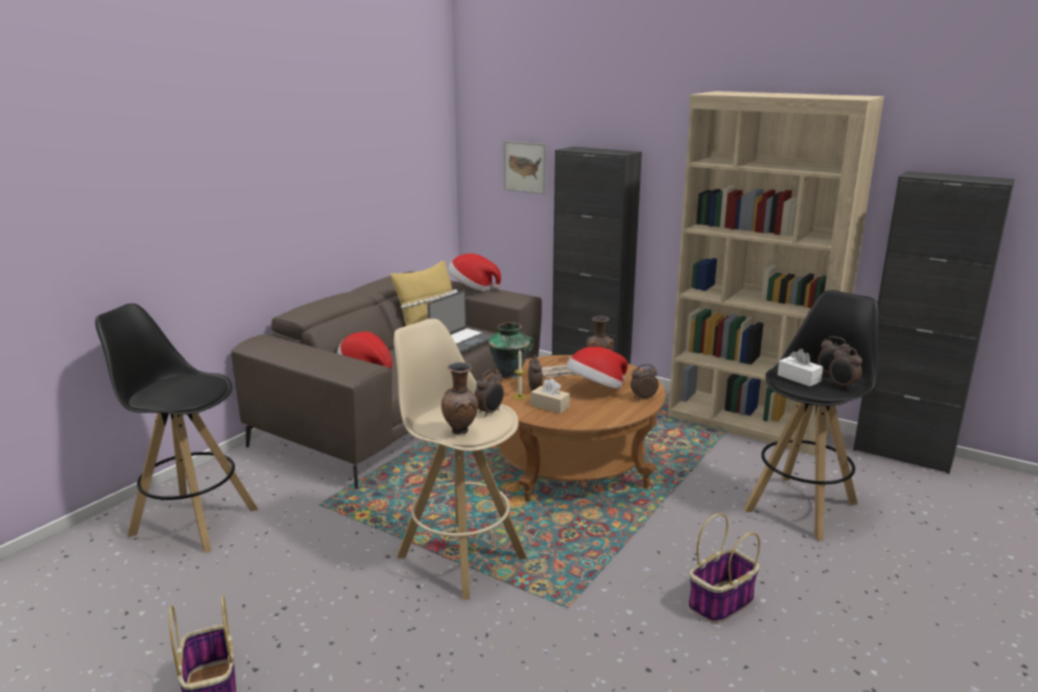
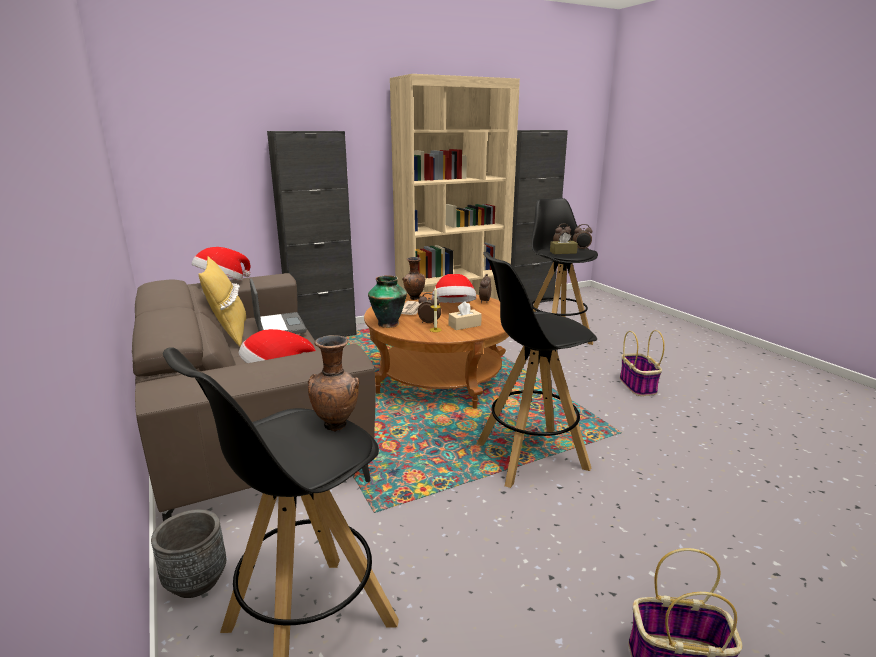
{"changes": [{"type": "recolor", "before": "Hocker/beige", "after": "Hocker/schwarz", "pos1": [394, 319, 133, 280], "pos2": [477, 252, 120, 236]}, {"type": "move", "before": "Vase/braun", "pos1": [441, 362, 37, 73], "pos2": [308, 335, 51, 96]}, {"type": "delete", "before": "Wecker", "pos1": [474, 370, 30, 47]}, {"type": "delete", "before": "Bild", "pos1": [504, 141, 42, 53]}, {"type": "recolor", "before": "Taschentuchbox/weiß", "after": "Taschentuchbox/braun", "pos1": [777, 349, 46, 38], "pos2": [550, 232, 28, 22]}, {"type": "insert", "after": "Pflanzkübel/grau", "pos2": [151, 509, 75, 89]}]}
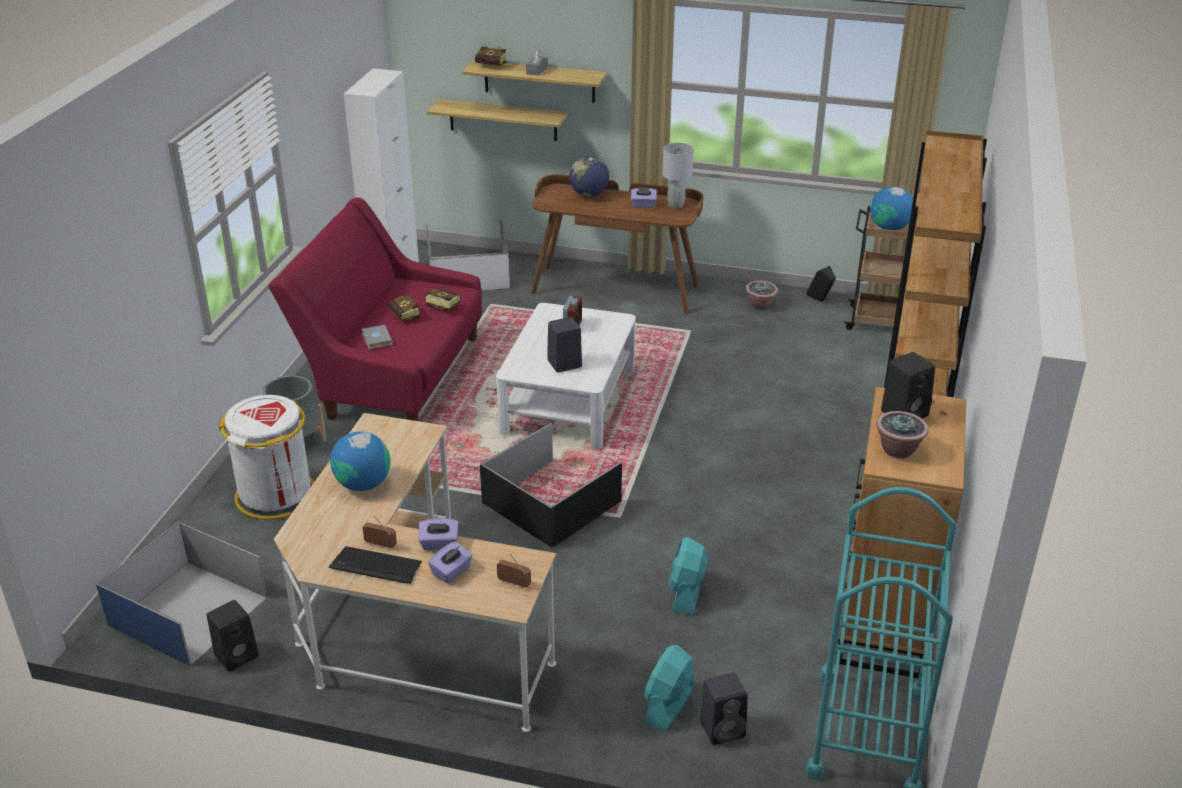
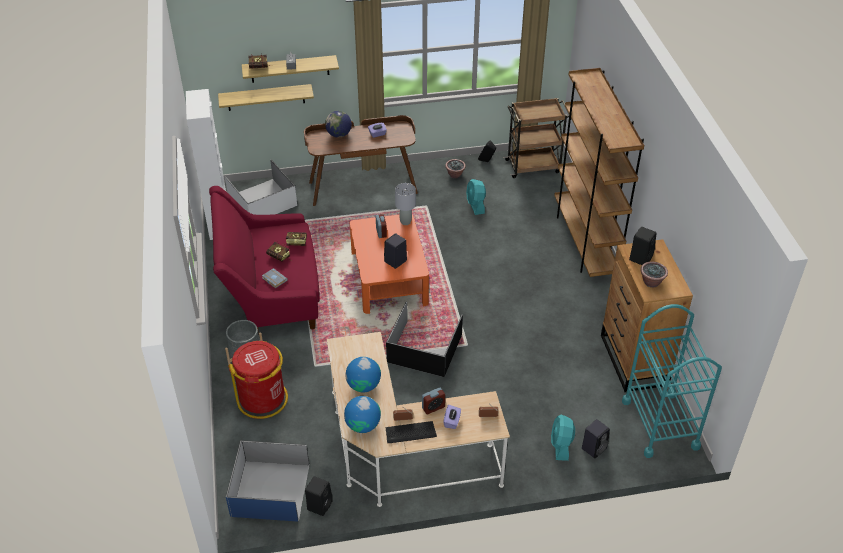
{"changes": [{"type": "recolor", "before": "Mülleimer/weiß", "after": "Mülleimer/rot", "pos1": [219, 395, 95, 125], "pos2": [228, 341, 60, 78]}, {"type": "replace", "before": "Taschentuchbox/lila", "after": "Wecker", "pos1": [419, 519, 39, 31], "pos2": [422, 387, 23, 27]}, {"type": "recolor", "before": "Couchtisch/weiß", "after": "Couchtisch/orange", "pos1": [496, 303, 140, 147], "pos2": [350, 214, 79, 100]}, {"type": "move", "before": "Tischlampe/grau", "pos1": [663, 143, 30, 66], "pos2": [395, 183, 21, 42]}, {"type": "move", "before": "Ventilator/türkis", "pos1": [668, 537, 40, 78], "pos2": [466, 179, 20, 36]}, {"type": "move", "before": "Globus", "pos1": [870, 187, 43, 43], "pos2": [344, 396, 37, 37]}]}
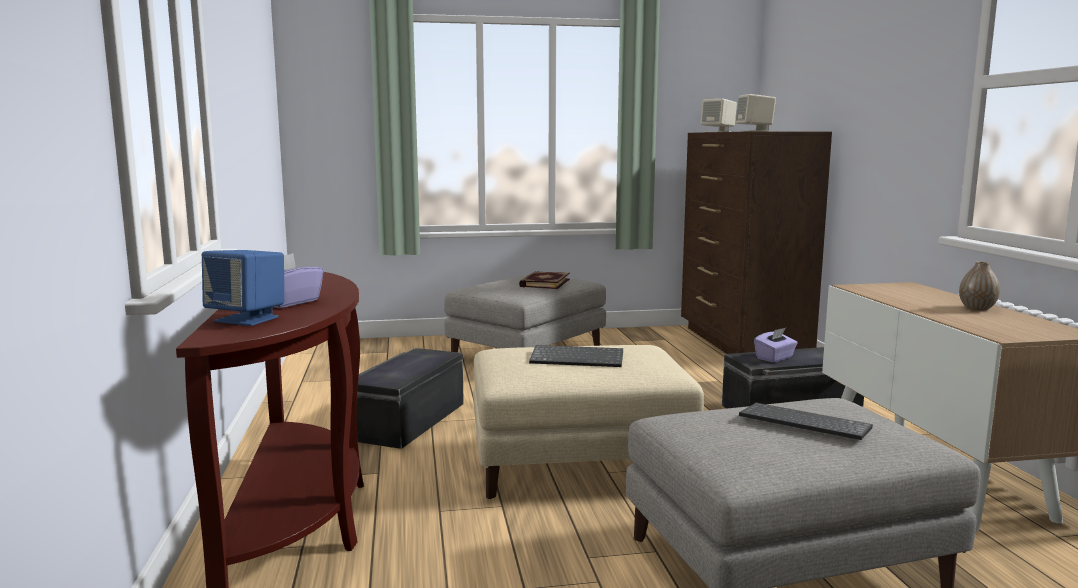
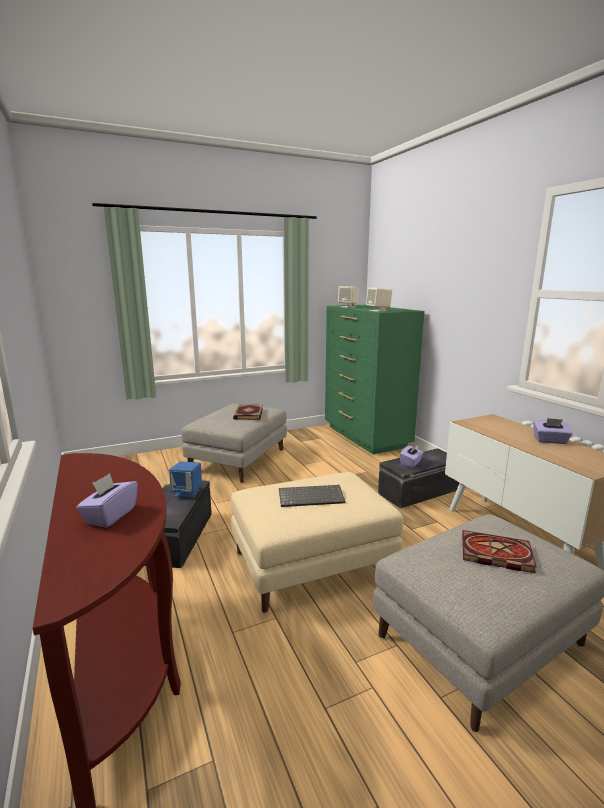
{"changes": [{"type": "move", "before": "Lautsprecher/blau", "pos1": [202, 250, 82, 76], "pos2": [169, 461, 33, 37]}, {"type": "recolor", "before": "Kommode/braun", "after": "Kommode/grün", "pos1": [681, 131, 151, 223], "pos2": [325, 305, 99, 149]}, {"type": "replace", "before": "Tastatur", "after": "Buch", "pos1": [739, 403, 134, 37], "pos2": [462, 530, 75, 43]}, {"type": "replace", "before": "Vase", "after": "Taschentuchbox/lila", "pos1": [959, 262, 41, 49], "pos2": [533, 418, 40, 26]}]}
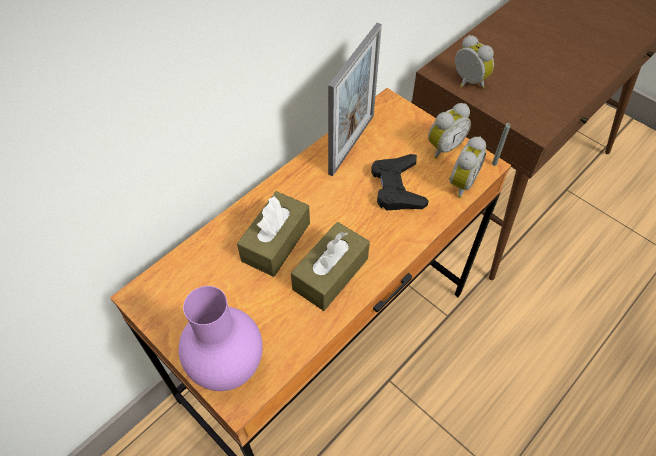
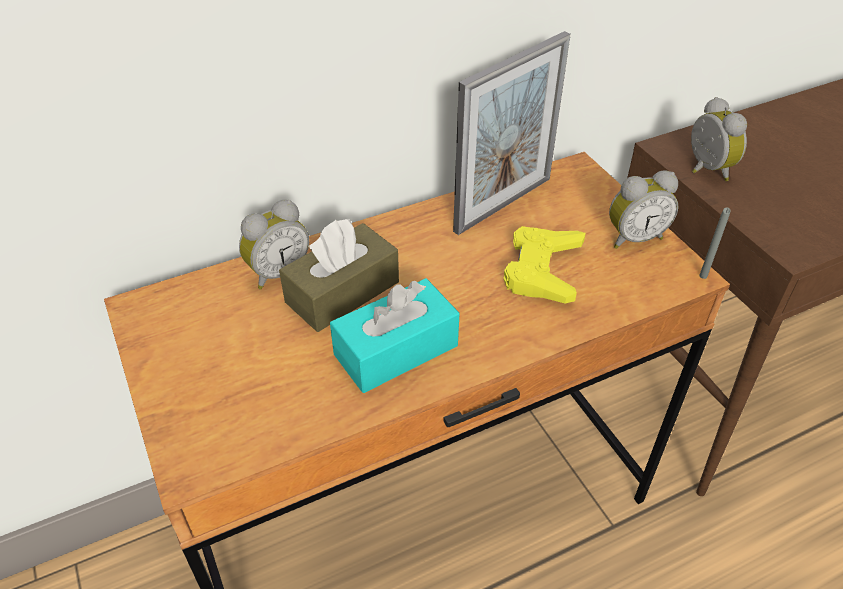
{"changes": [{"type": "delete", "before": "Vase/lila", "pos1": [178, 286, 85, 105]}, {"type": "recolor", "before": "Taschentuchbox/braun", "after": "Taschentuchbox/türkis", "pos1": [291, 222, 79, 89], "pos2": [330, 278, 130, 115]}, {"type": "recolor", "before": "Gamepad/schwarz", "after": "Gamepad/gelb", "pos1": [371, 154, 58, 56], "pos2": [503, 226, 83, 77]}, {"type": "move", "before": "Wecker", "pos1": [449, 136, 37, 62], "pos2": [239, 200, 70, 90]}]}
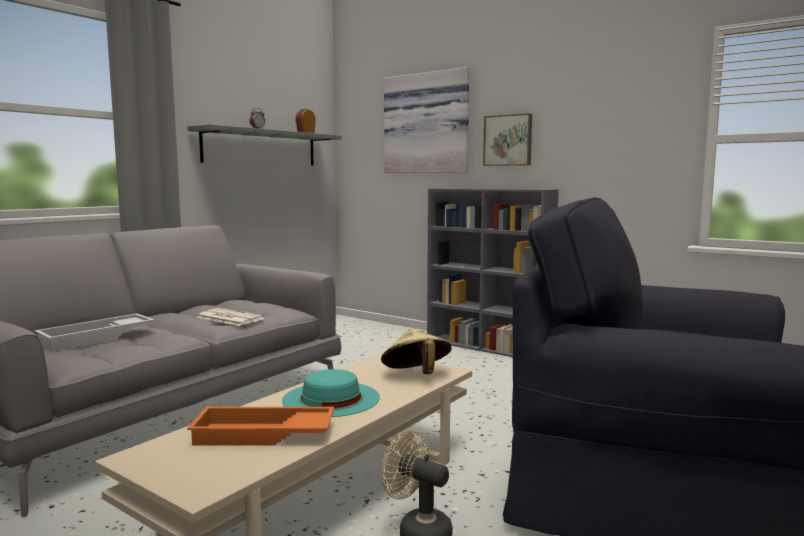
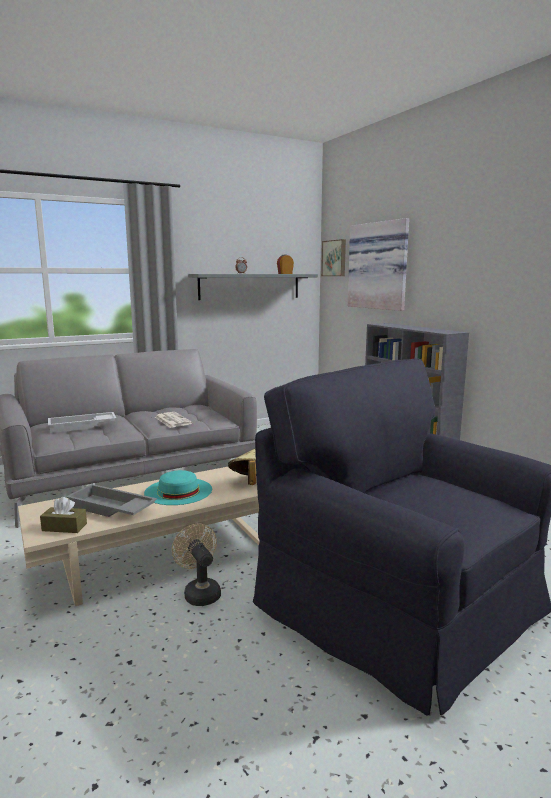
{"changes": [{"type": "recolor", "before": "Tablett/orange", "after": "Tablett/grau", "pos1": [187, 407, 147, 39], "pos2": [66, 484, 91, 33]}, {"type": "move", "before": "Bild", "pos1": [483, 113, 49, 53], "pos2": [321, 239, 25, 37]}, {"type": "insert", "after": "Taschentuchbox/braun", "pos2": [40, 497, 47, 36]}]}
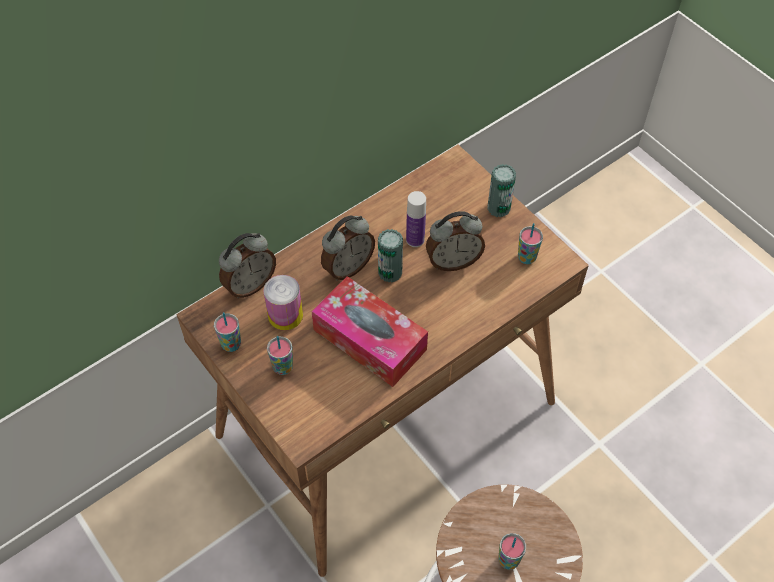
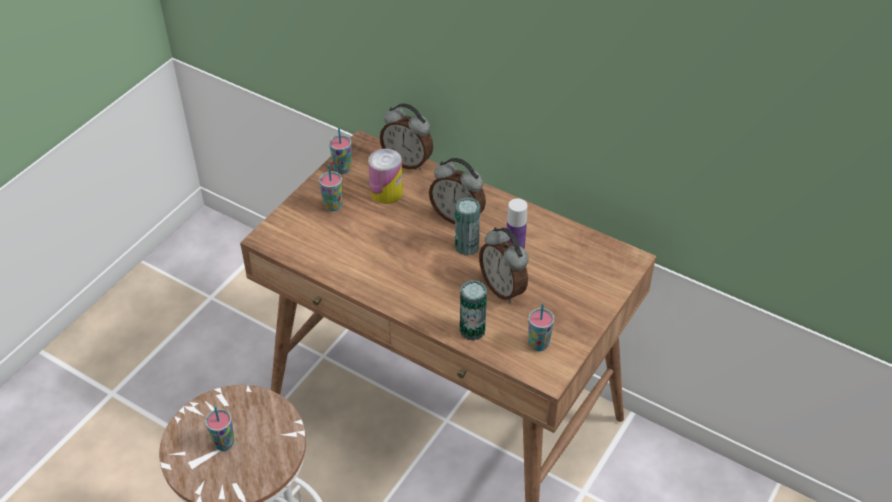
{"changes": [{"type": "delete", "before": "Taschentuchbox", "pos1": [311, 276, 117, 111]}, {"type": "move", "before": "Dose", "pos1": [487, 164, 29, 53], "pos2": [460, 280, 27, 61]}]}
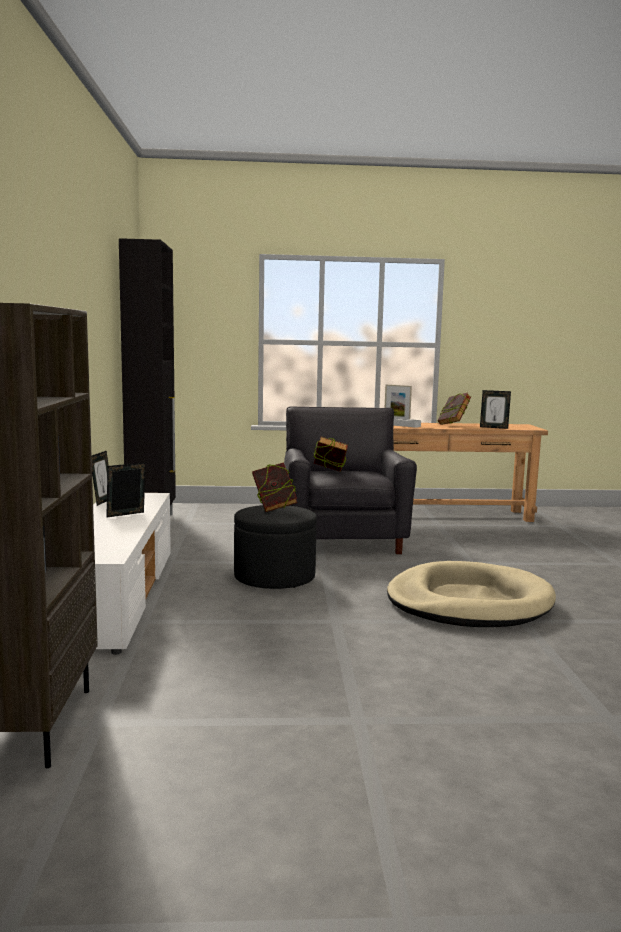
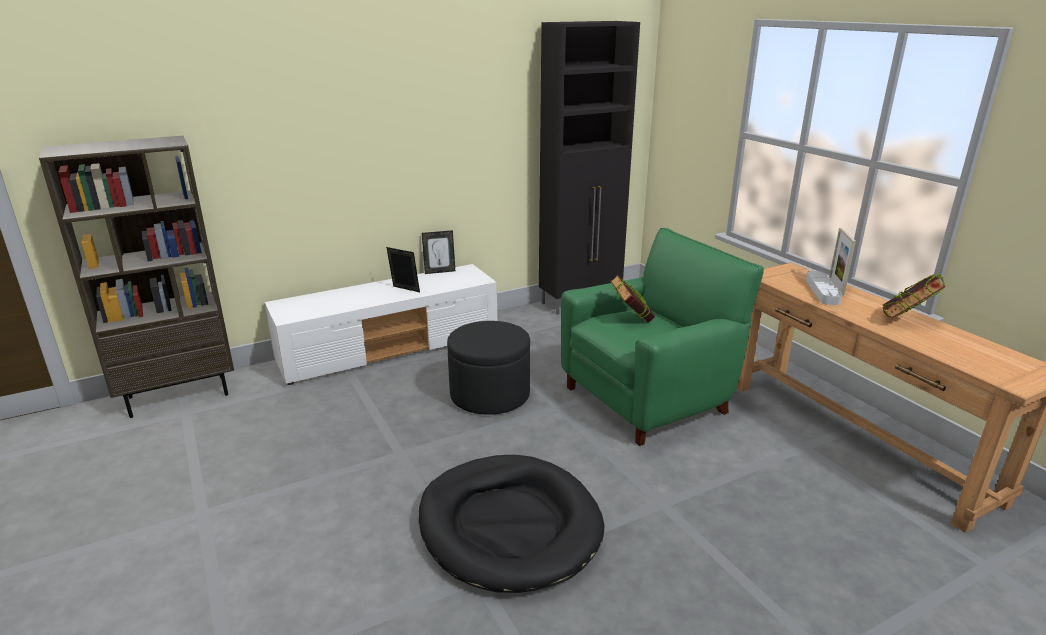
{"changes": [{"type": "delete", "before": "Buch", "pos1": [252, 462, 45, 50]}, {"type": "recolor", "before": "Sessel/schwarz", "after": "Sessel/grün", "pos1": [284, 406, 133, 148], "pos2": [561, 228, 203, 218]}, {"type": "recolor", "before": "Hundebett/beige", "after": "Hundebett/schwarz", "pos1": [387, 561, 169, 66], "pos2": [419, 455, 185, 138]}, {"type": "delete", "before": "Bilderrahmen", "pos1": [480, 390, 31, 39]}]}
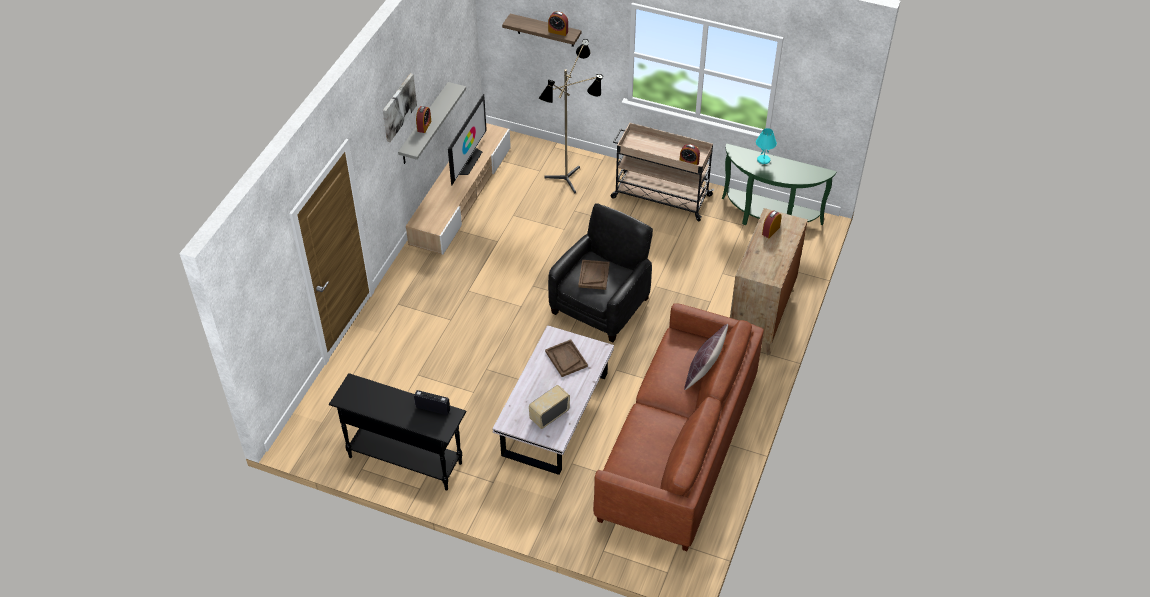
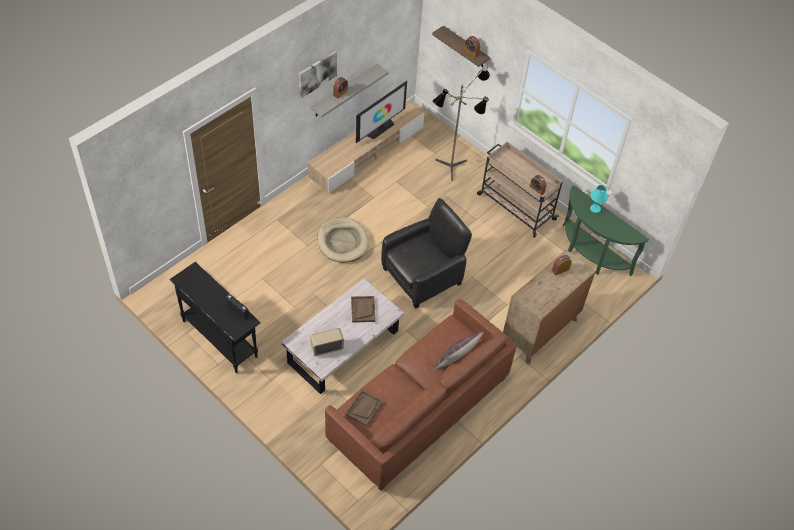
{"changes": [{"type": "move", "before": "Tablett/braun", "pos1": [578, 260, 32, 30], "pos2": [345, 390, 38, 37]}, {"type": "insert", "after": "Hundebett/beige", "pos2": [317, 217, 53, 45]}]}
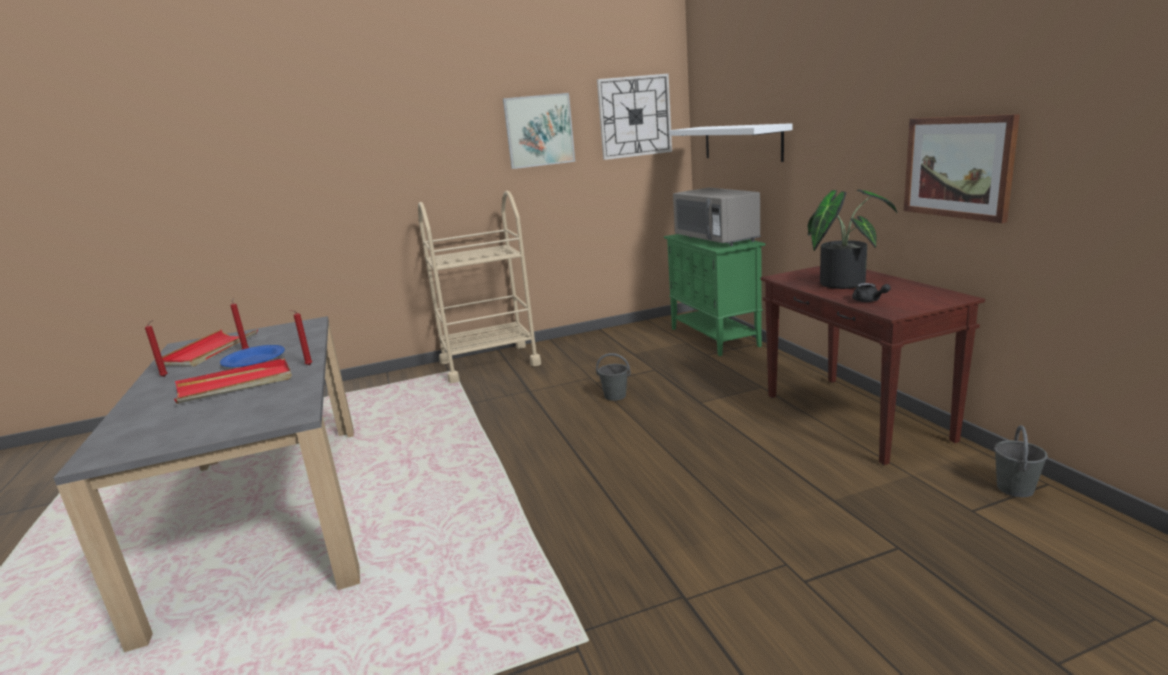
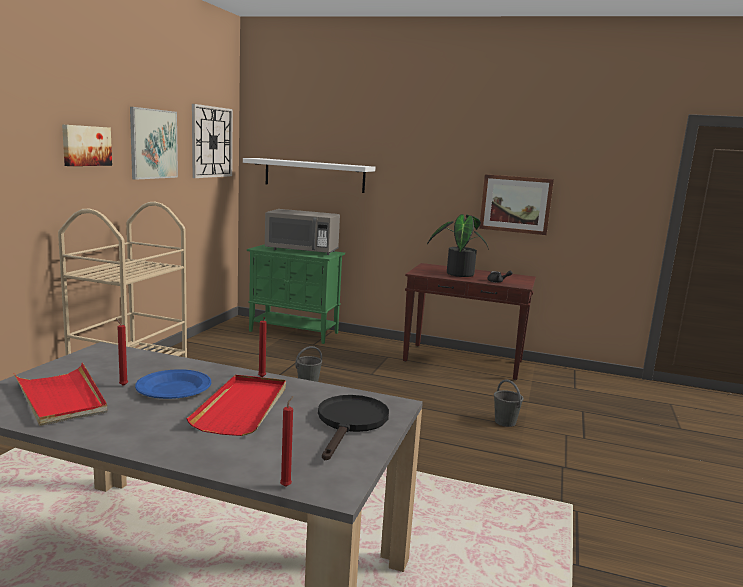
{"changes": [{"type": "move", "before": "Kerze/rot", "pos1": [145, 320, 23, 57], "pos2": [280, 396, 13, 91]}, {"type": "move", "before": "Eimer/grau", "pos1": [994, 425, 54, 72], "pos2": [494, 379, 29, 48]}, {"type": "insert", "after": "Bild", "pos2": [62, 124, 50, 42]}, {"type": "insert", "after": "Pfanne/schwarz", "pos2": [318, 395, 71, 65]}]}
